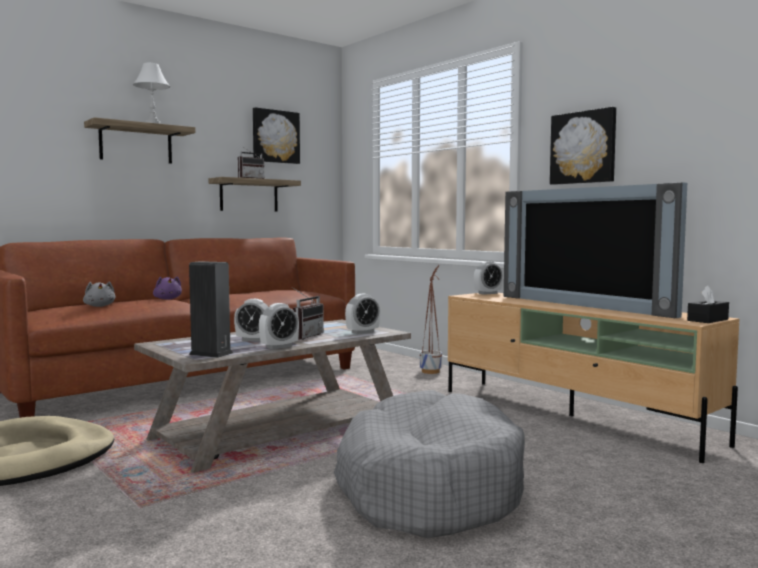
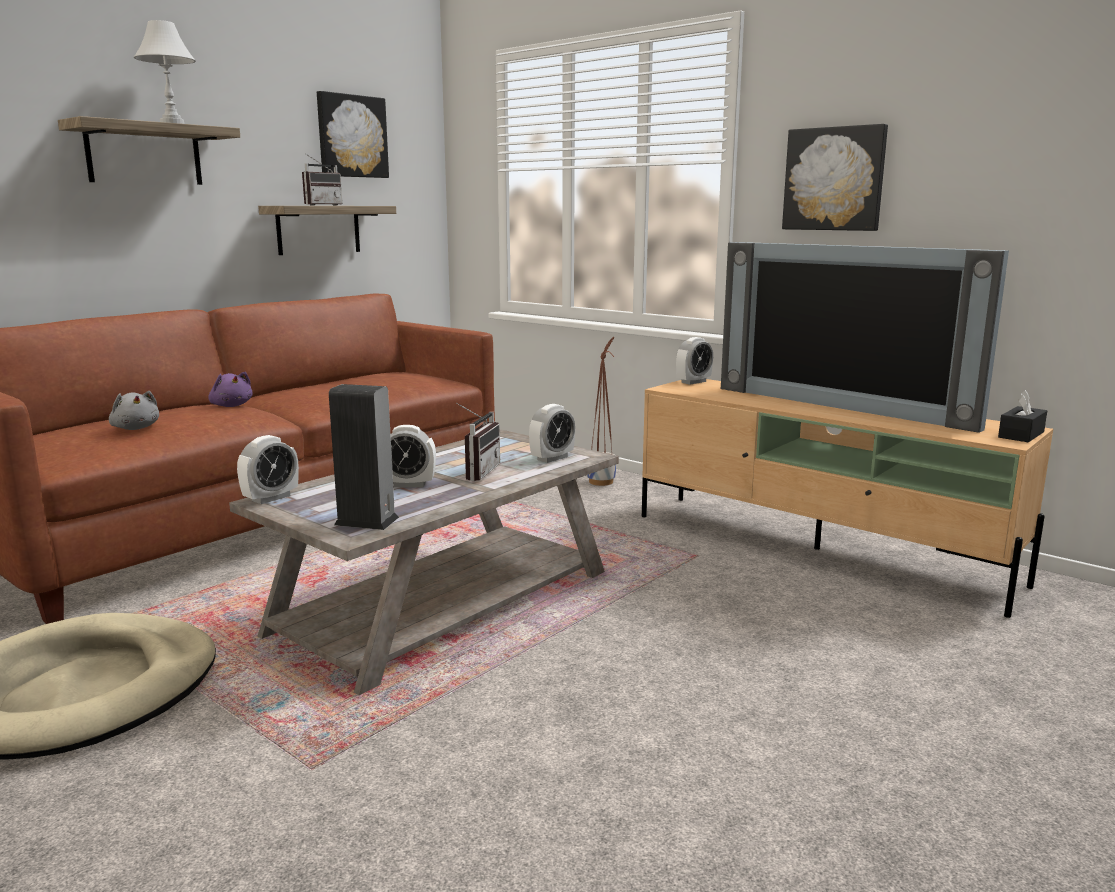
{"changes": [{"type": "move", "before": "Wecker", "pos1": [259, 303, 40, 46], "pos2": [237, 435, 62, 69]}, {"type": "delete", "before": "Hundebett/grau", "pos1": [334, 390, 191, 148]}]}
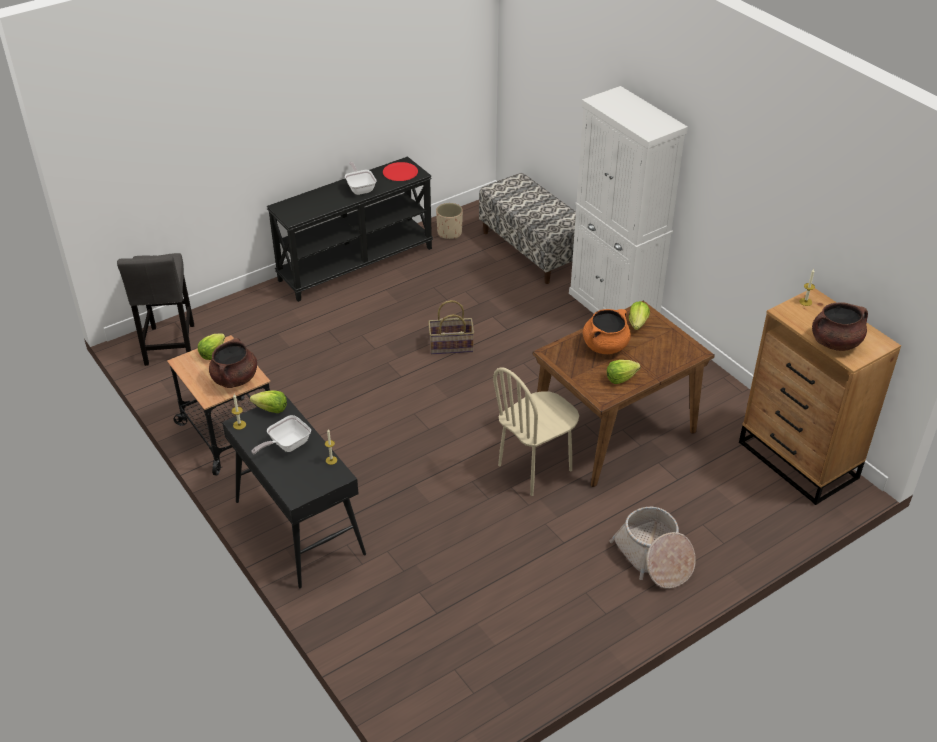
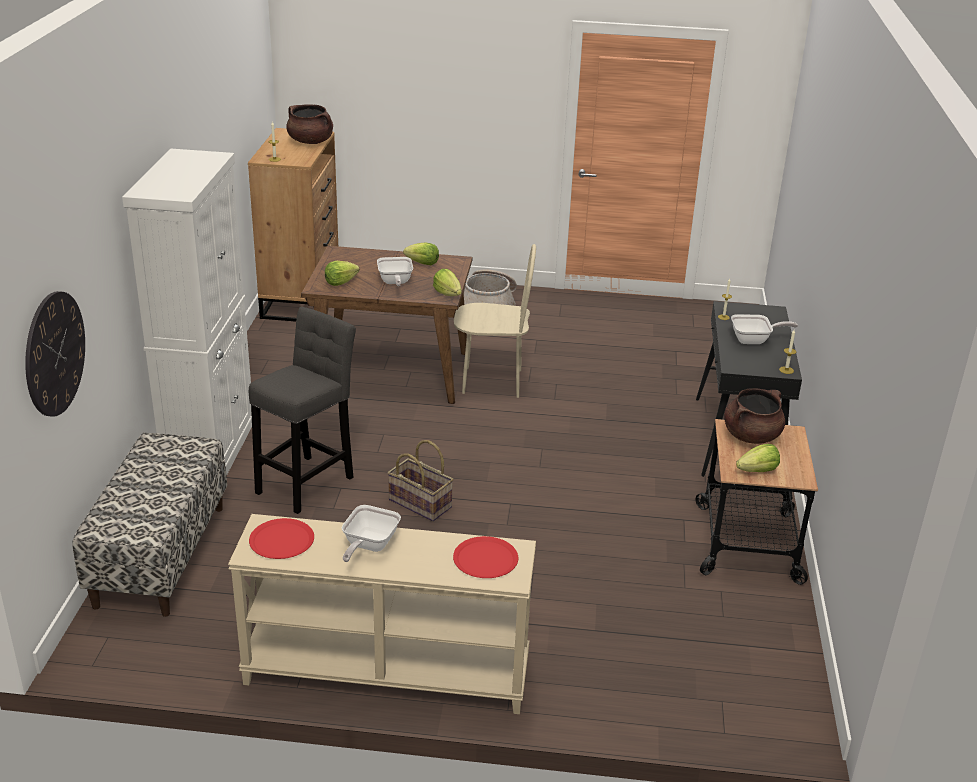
{"changes": [{"type": "move", "before": "Hocker/grau", "pos1": [117, 253, 77, 113], "pos2": [249, 307, 107, 207]}, {"type": "move", "before": "Salatkopf", "pos1": [250, 390, 37, 23], "pos2": [433, 269, 29, 27]}, {"type": "recolor", "before": "Konsolentisch/schwarz", "after": "Konsolentisch/beige", "pos1": [267, 156, 166, 146], "pos2": [228, 514, 308, 200]}, {"type": "delete", "before": "Pflanzkübel/beige", "pos1": [436, 203, 27, 36]}, {"type": "replace", "before": "Kochtopf/orange", "after": "Pfanne", "pos1": [583, 309, 48, 45], "pos2": [377, 257, 36, 29]}, {"type": "insert", "after": "Wanduhr", "pos2": [25, 291, 60, 126]}, {"type": "insert", "after": "Teller/rot", "pos2": [453, 536, 65, 42]}]}
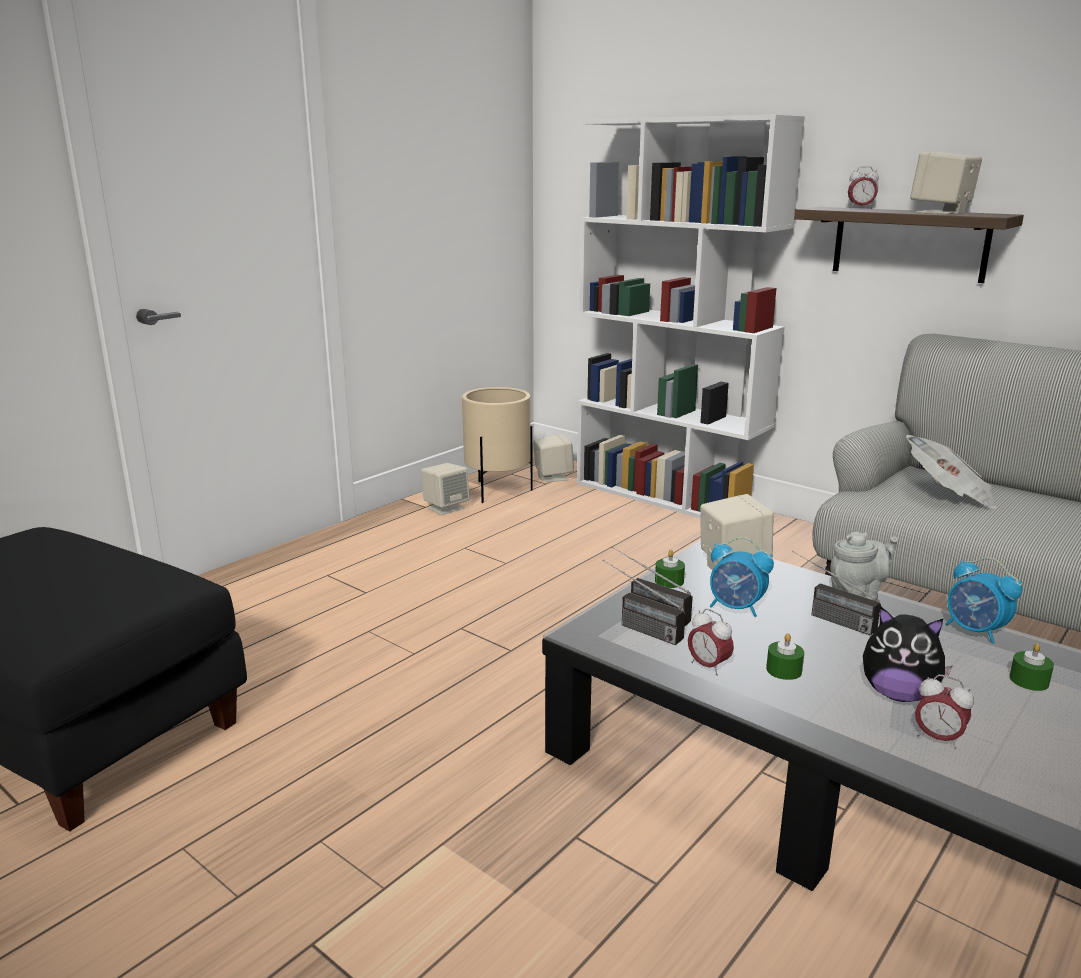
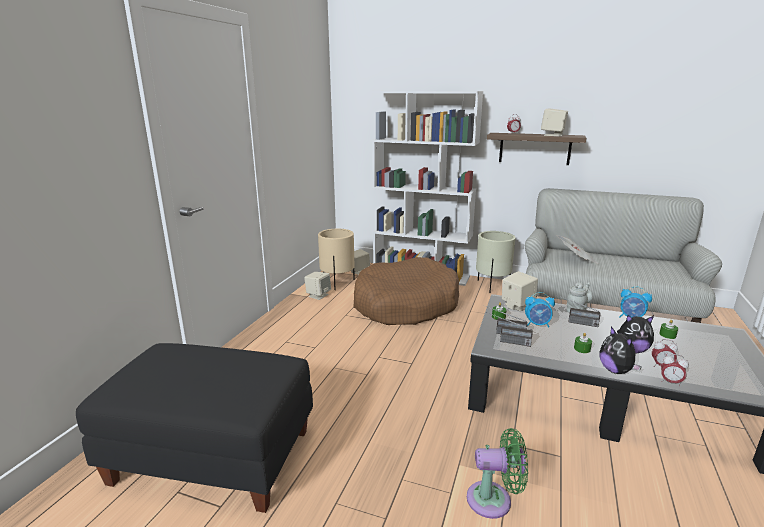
{"changes": [{"type": "move", "before": "Wecker", "pos1": [688, 609, 46, 67], "pos2": [661, 354, 28, 31]}, {"type": "insert", "after": "Hundebett/braun", "pos2": [354, 257, 105, 68]}, {"type": "insert", "after": "Ventilator/grün", "pos2": [467, 428, 61, 91]}, {"type": "insert", "after": "Pflanzkübel/beige", "pos2": [476, 231, 40, 62]}, {"type": "insert", "after": "Plüschtier", "pos2": [599, 327, 43, 47]}]}
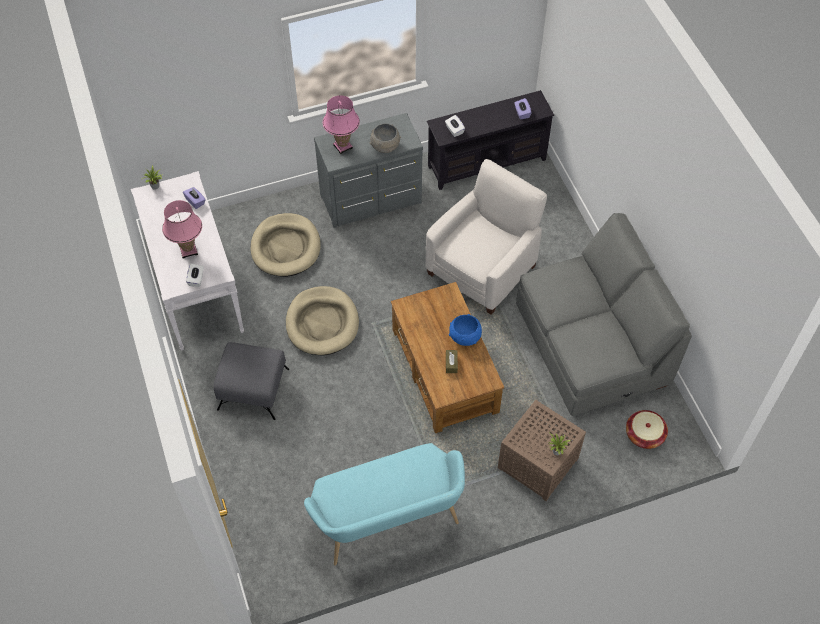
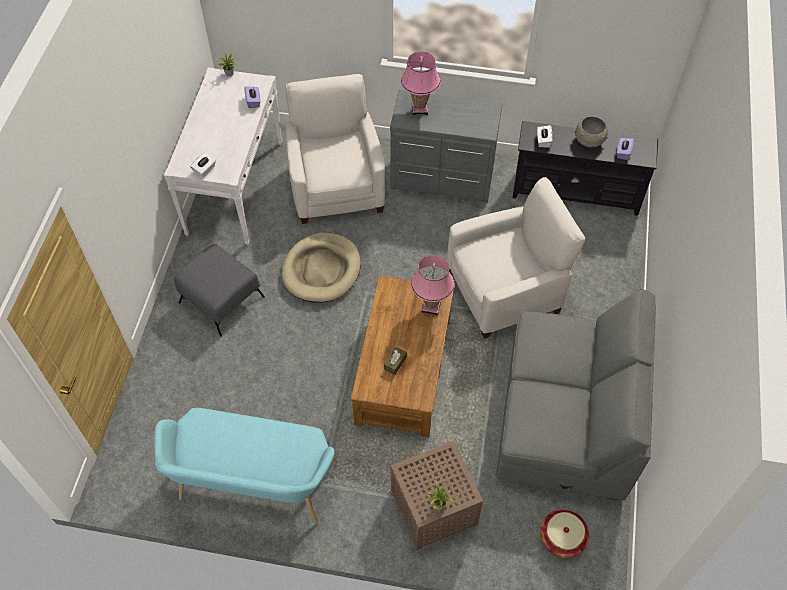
{"changes": [{"type": "move", "before": "Tischlampe/rosa", "pos1": [162, 200, 40, 59], "pos2": [411, 255, 44, 60]}, {"type": "replace", "before": "Hundebett/beige", "after": "Sessel/weiß", "pos1": [250, 213, 71, 64], "pos2": [285, 74, 100, 150]}, {"type": "move", "before": "Schüssel/grau", "pos1": [370, 124, 31, 29], "pos2": [574, 116, 34, 31]}, {"type": "delete", "before": "Schüssel/blau", "pos1": [449, 314, 33, 32]}]}
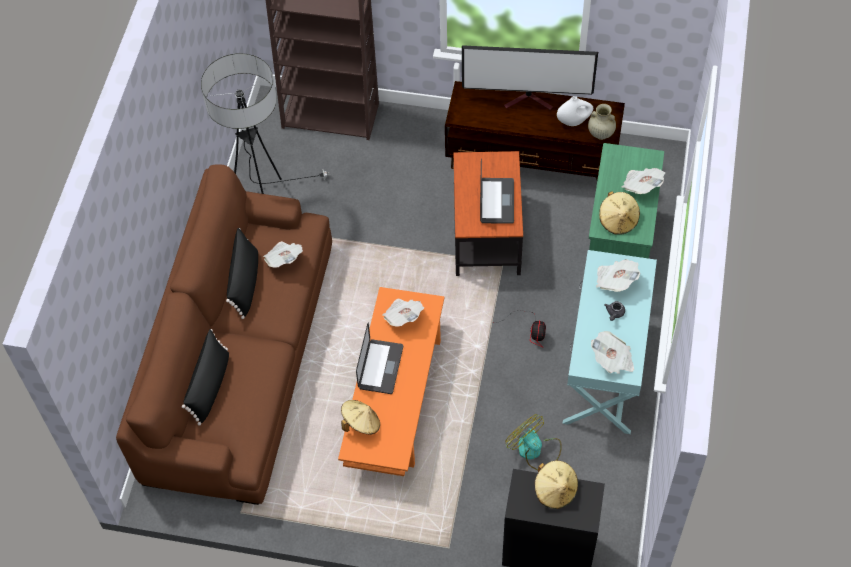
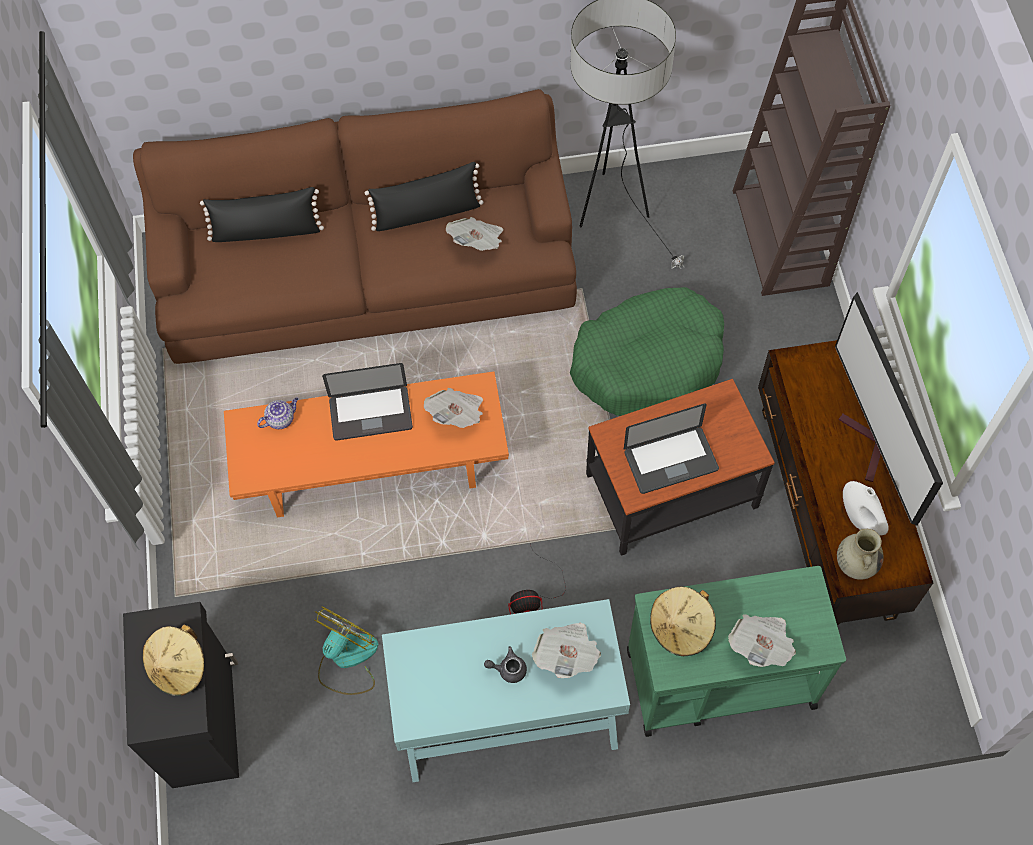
{"changes": [{"type": "replace", "before": "Hut/beige", "after": "Teekanne", "pos1": [341, 400, 39, 35], "pos2": [257, 397, 41, 32]}, {"type": "delete", "before": "Zeitung", "pos1": [591, 331, 43, 43]}, {"type": "insert", "after": "Hundebett/grün", "pos2": [570, 287, 154, 129]}]}
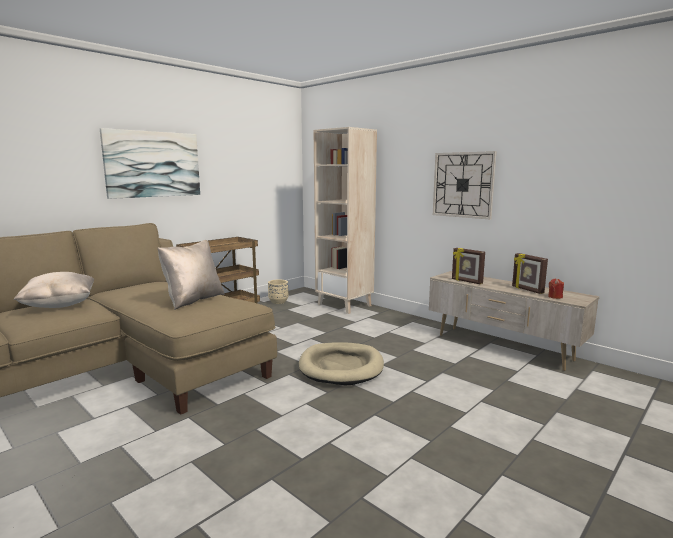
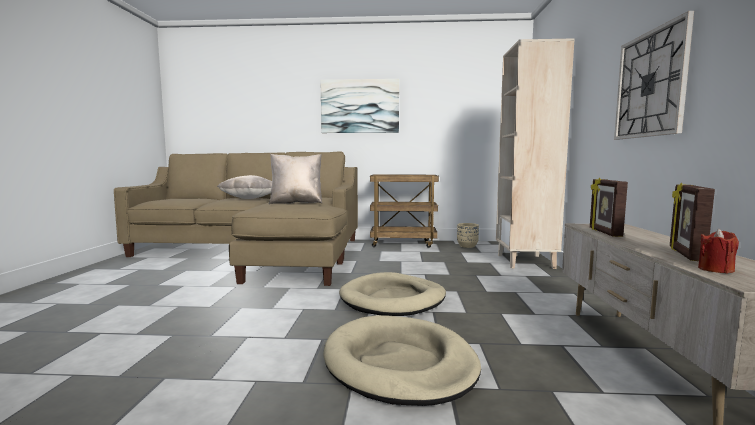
{"changes": [{"type": "insert", "after": "Hundebett/beige", "pos2": [323, 315, 158, 91]}]}
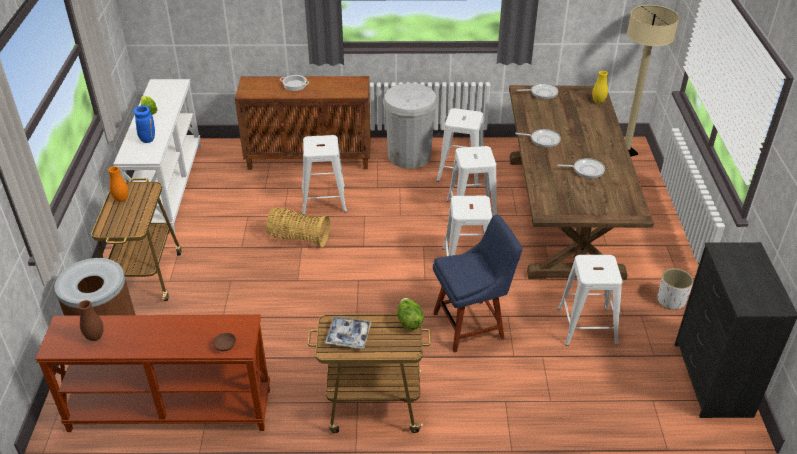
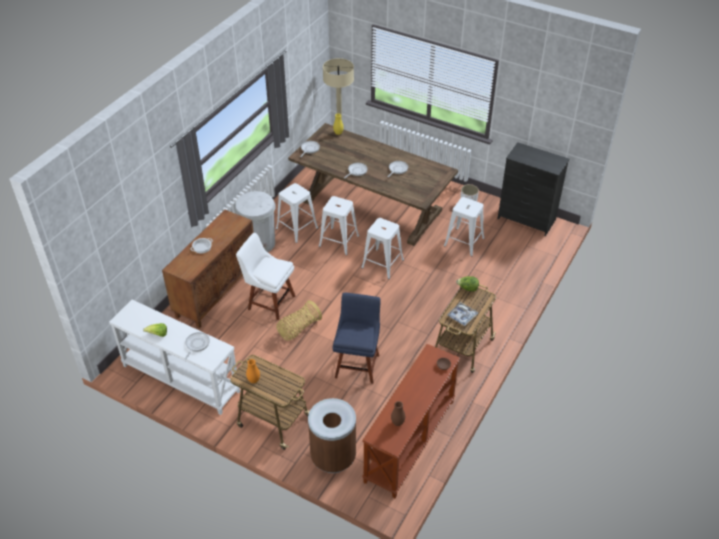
{"changes": [{"type": "replace", "before": "Vase/blau", "after": "Pfanne", "pos1": [134, 106, 21, 37], "pos2": [185, 332, 25, 28]}, {"type": "replace", "before": "Hocker/weiß", "after": "Stuhl/weiß", "pos1": [302, 135, 45, 80], "pos2": [236, 233, 59, 87]}, {"type": "move", "before": "Stuhl/blau", "pos1": [433, 214, 89, 138], "pos2": [332, 293, 49, 91]}]}
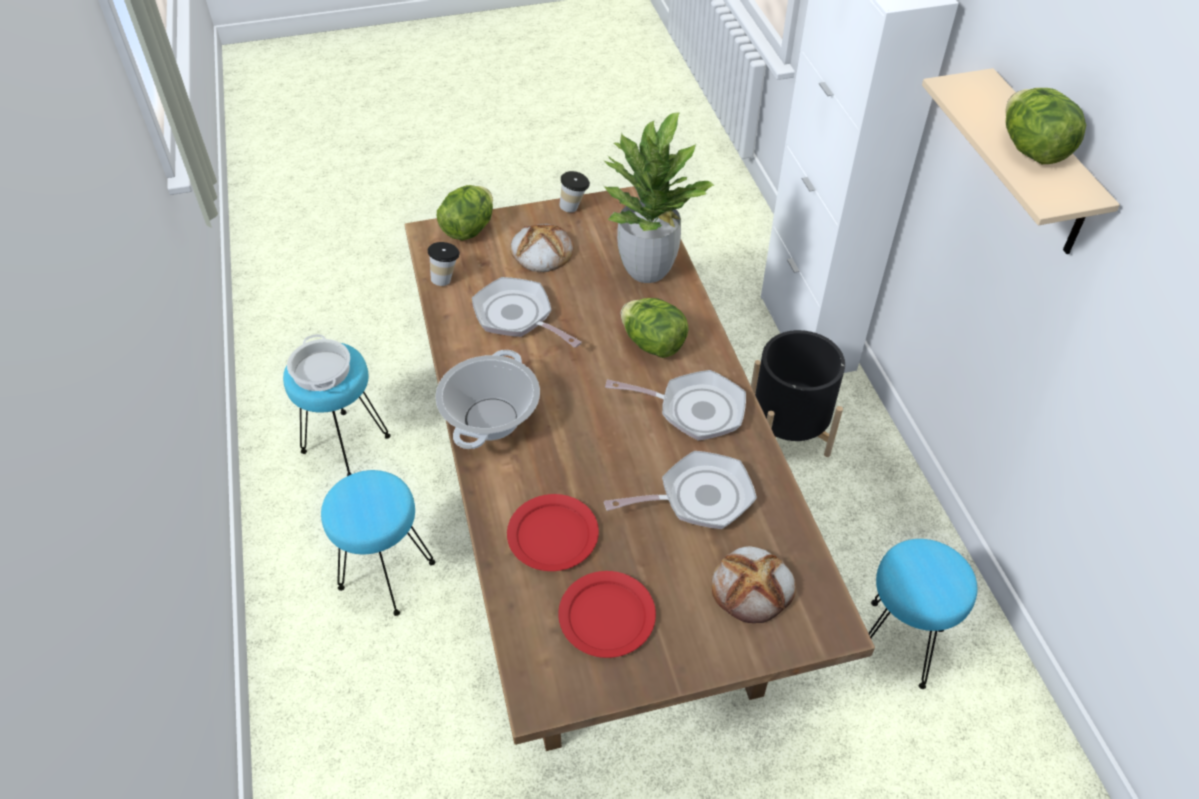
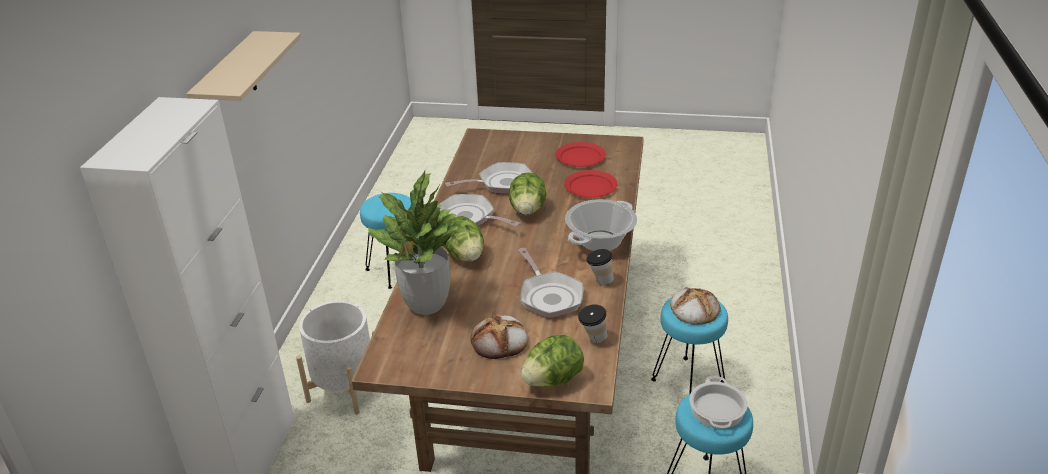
{"changes": [{"type": "move", "before": "Tasse", "pos1": [560, 171, 30, 42], "pos2": [586, 249, 27, 36]}, {"type": "rotate", "before": "Pfanne", "pos1": [604, 451, 153, 78], "pos2": [445, 162, 88, 32], "turn": 150}, {"type": "move", "before": "Brot", "pos1": [712, 546, 84, 77], "pos2": [670, 287, 51, 38]}, {"type": "recolor", "before": "Pflanzkübel/schwarz", "after": "Pflanzkübel/weiß", "pos1": [751, 330, 94, 127], "pos2": [296, 301, 78, 113]}, {"type": "move", "before": "Salatkopf", "pos1": [1005, 88, 81, 76], "pos2": [509, 172, 37, 43]}]}
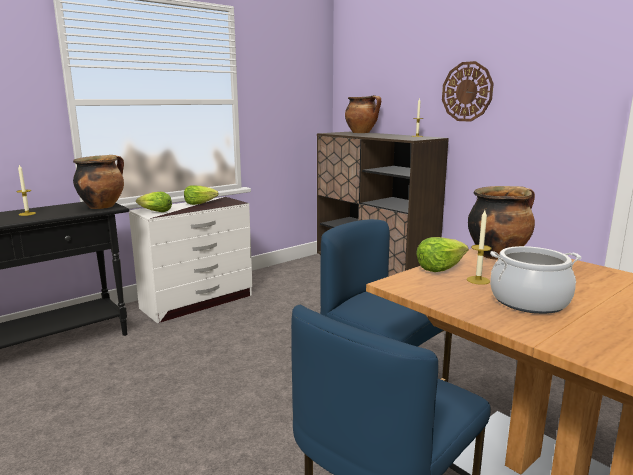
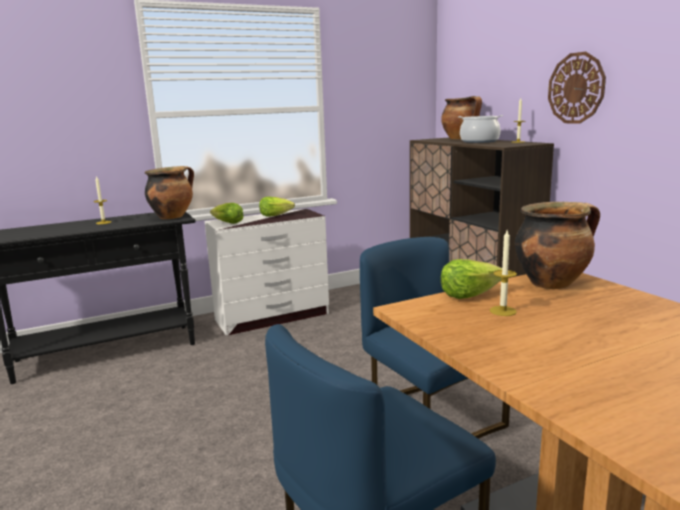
{"changes": [{"type": "move", "before": "Kochtopf", "pos1": [490, 246, 91, 68], "pos2": [458, 115, 45, 28]}]}
